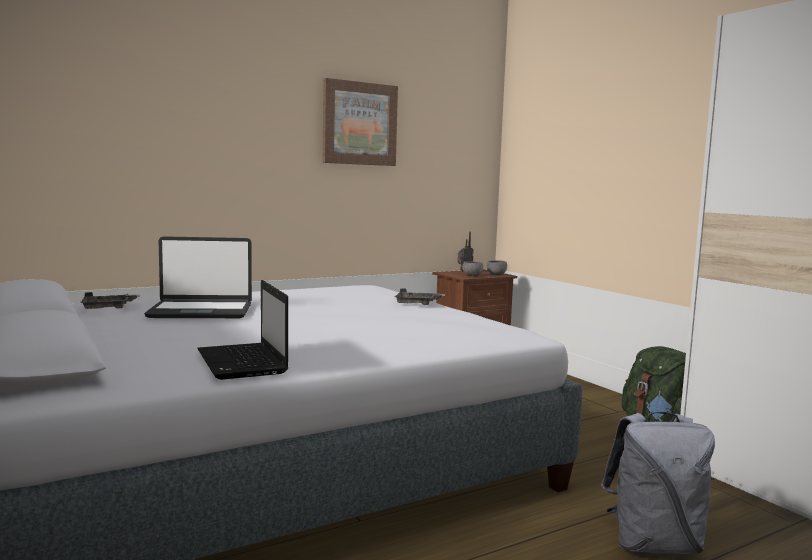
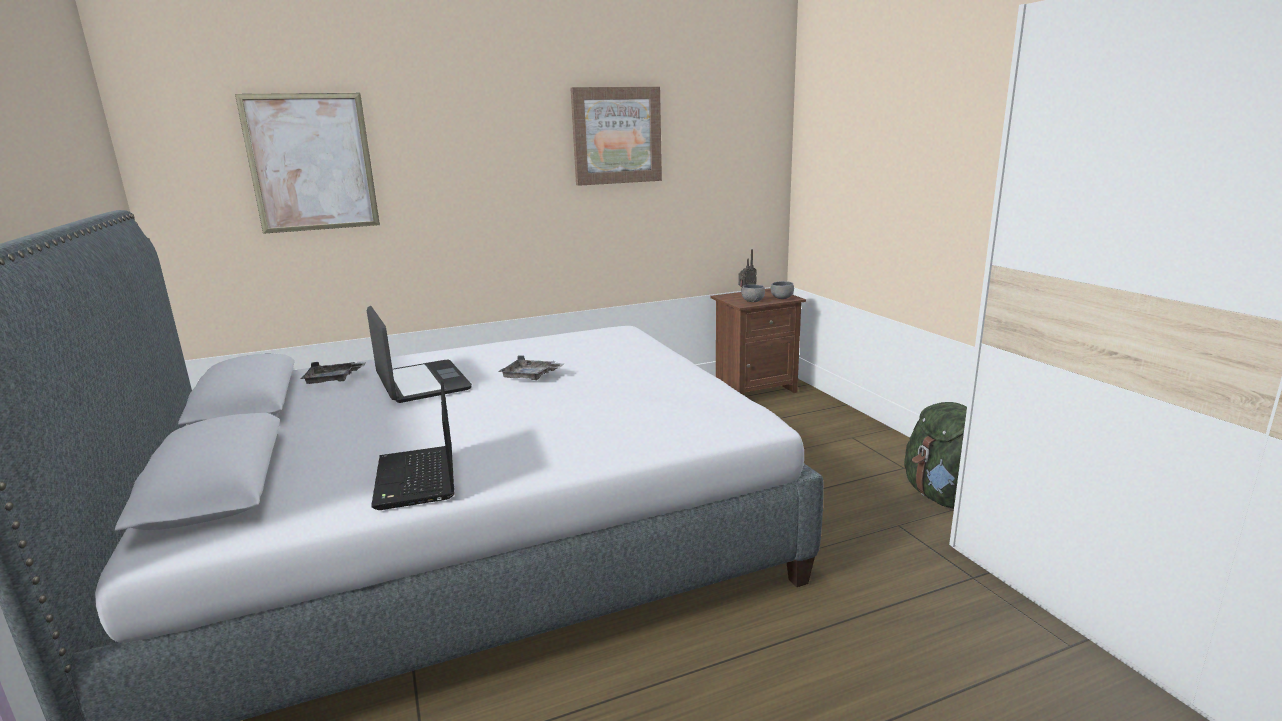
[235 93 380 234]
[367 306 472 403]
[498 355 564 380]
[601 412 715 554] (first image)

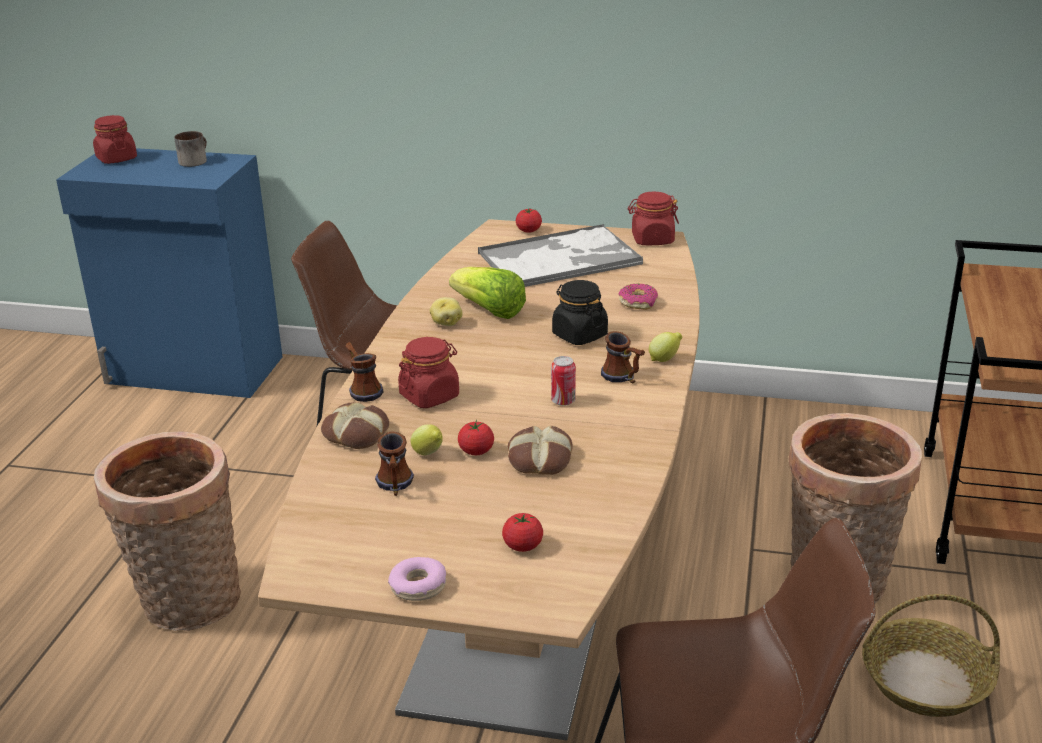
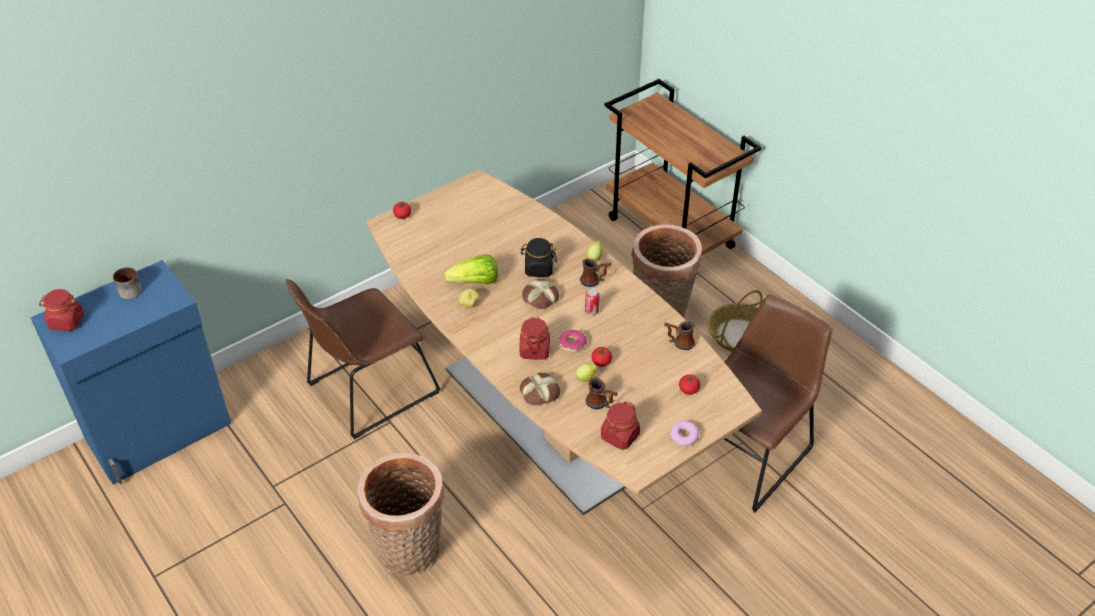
[522 279 559 309]
[559 330 587 352]
[601 401 640 450]
[664 321 695 350]
[478 224 643 287] (first image)

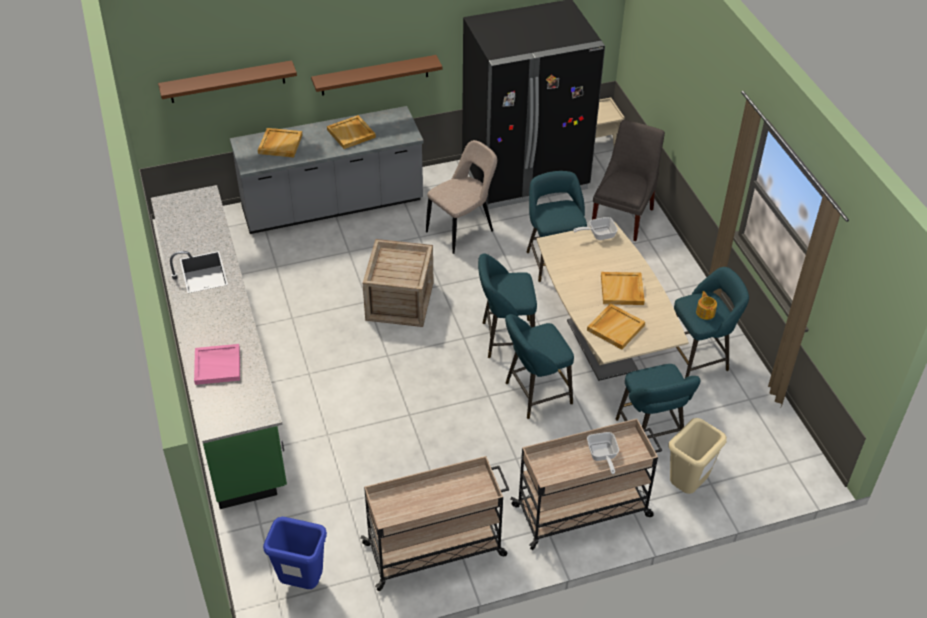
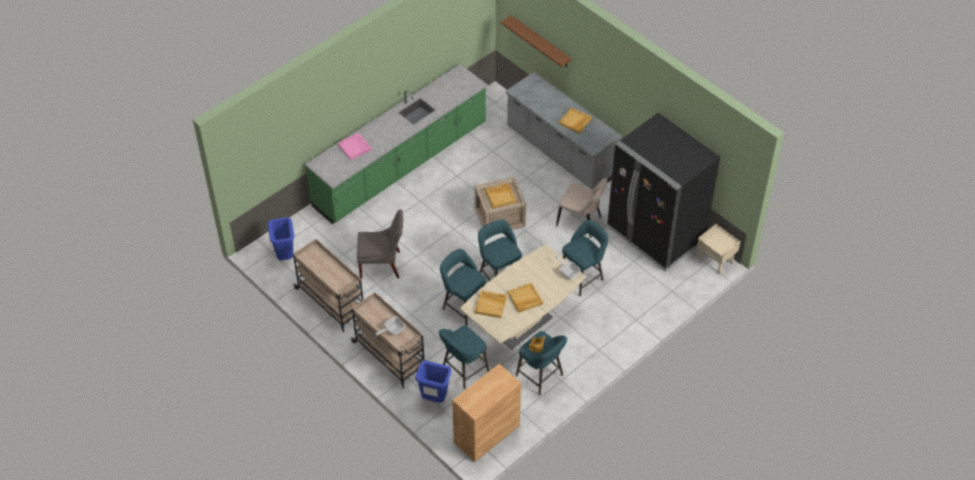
[357 209 403 279]
[415 360 451 403]
[452 364 521 462]
[485 183 516 208]
[311 55 442 96] (first image)

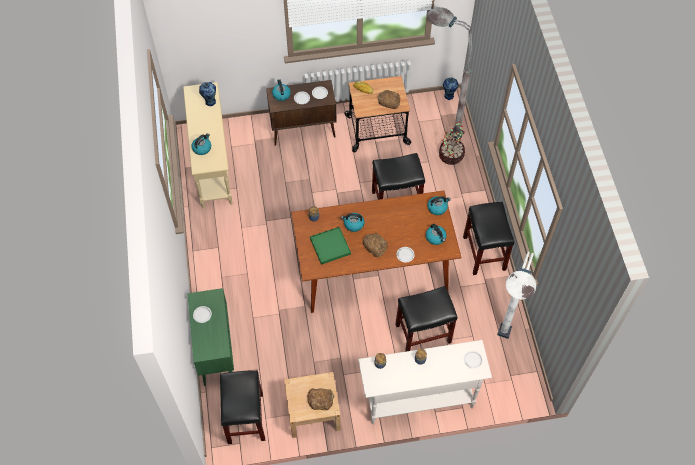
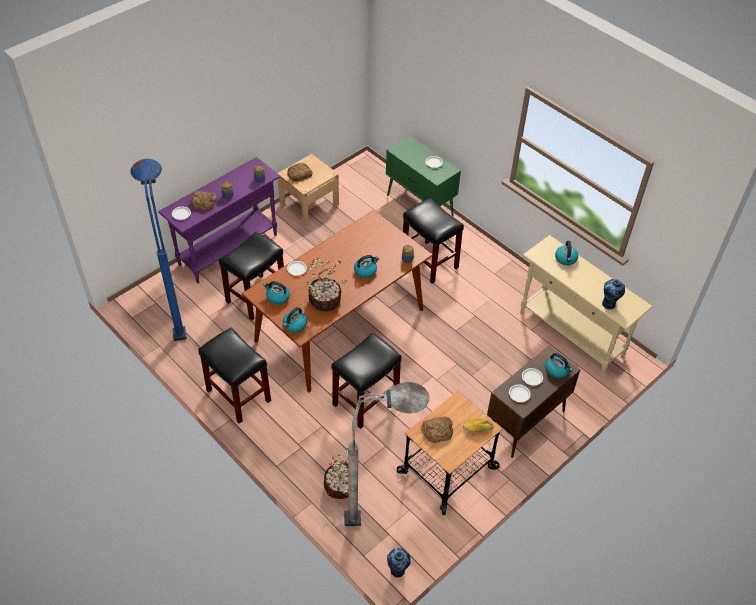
[131 159 187 341]
[158 157 281 283]
[190 191 217 211]
[307 257 348 312]
[403 198 464 284]
[310 227 351 265] (first image)

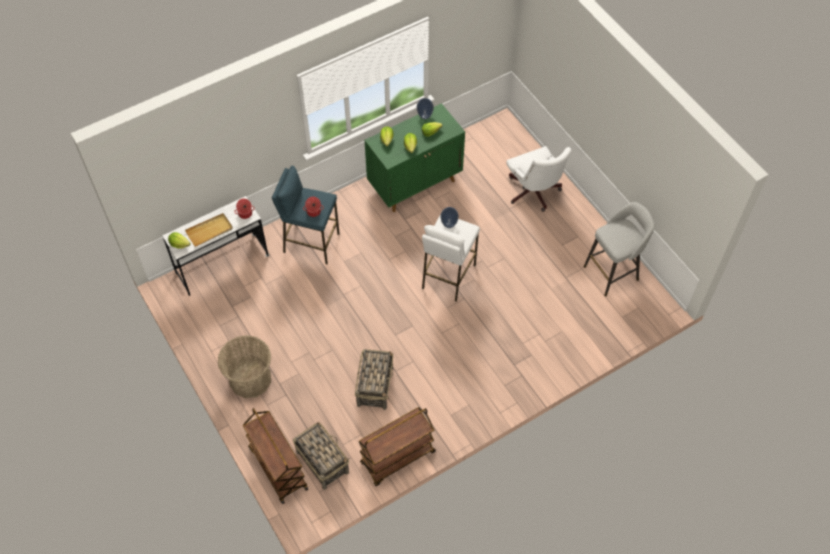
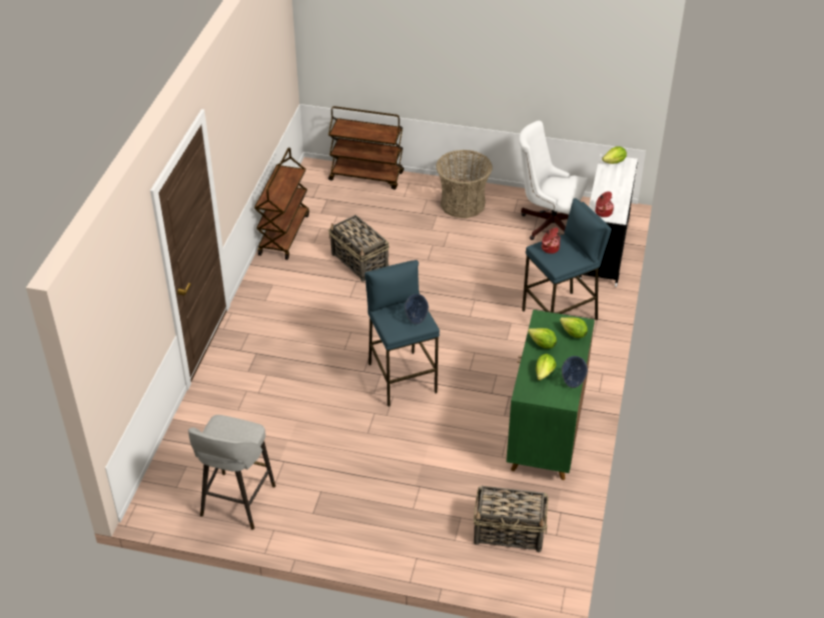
[365 260 440 407]
[473 486 548 552]
[519 120 588 240]
[185 213 233 247] (first image)

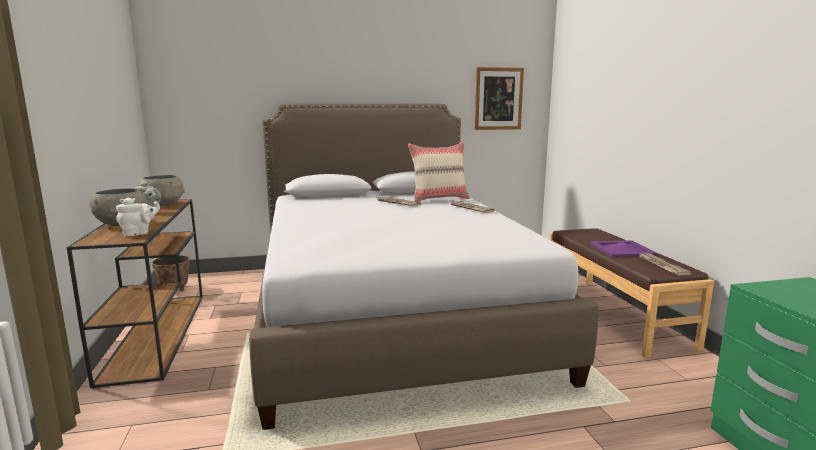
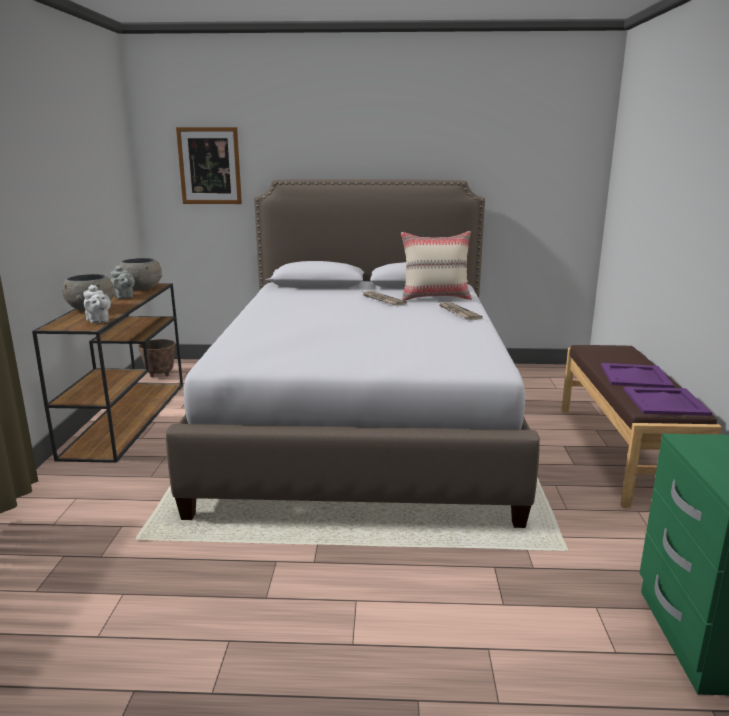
[83 285 111 323]
[176 127 242 204]
[623 387 712 416]

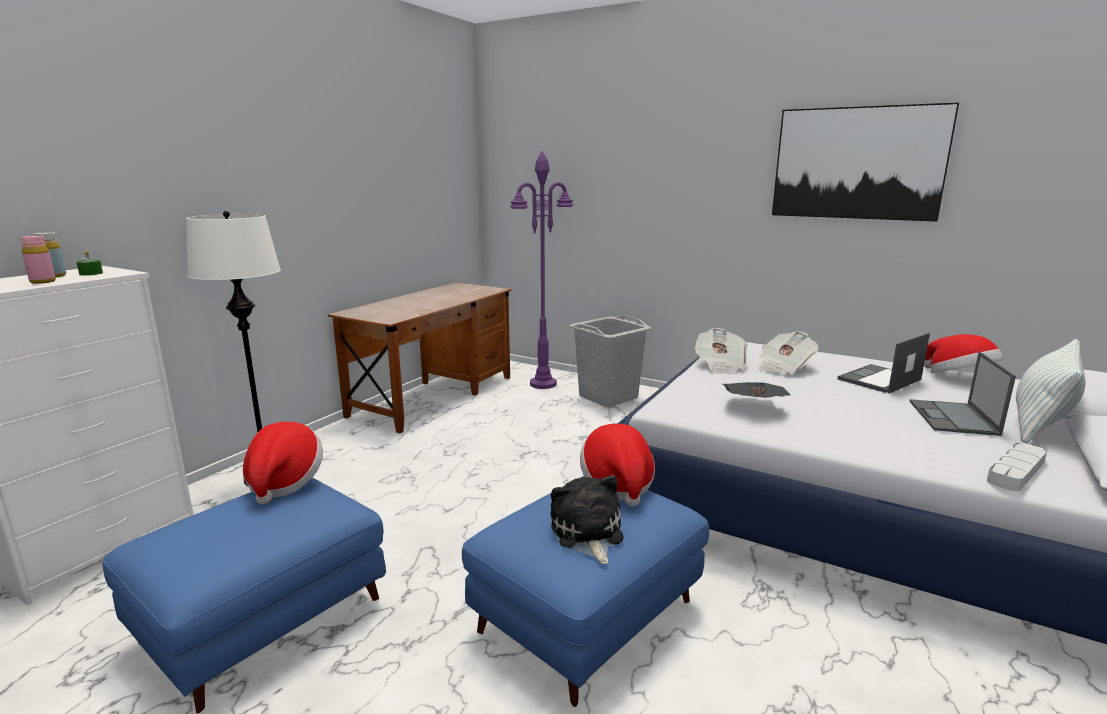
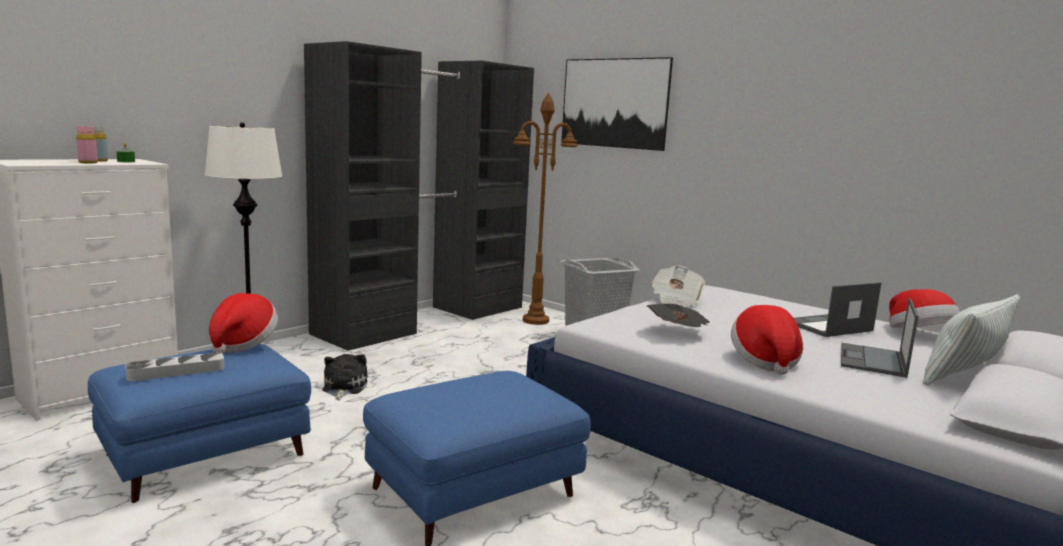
[126 353 224 381]
[304 41 534 351]
[322 354 367 400]
[513 92 578 325]
[561 57 673 151]
[731 305 803 375]
[758 331 818 374] (first image)

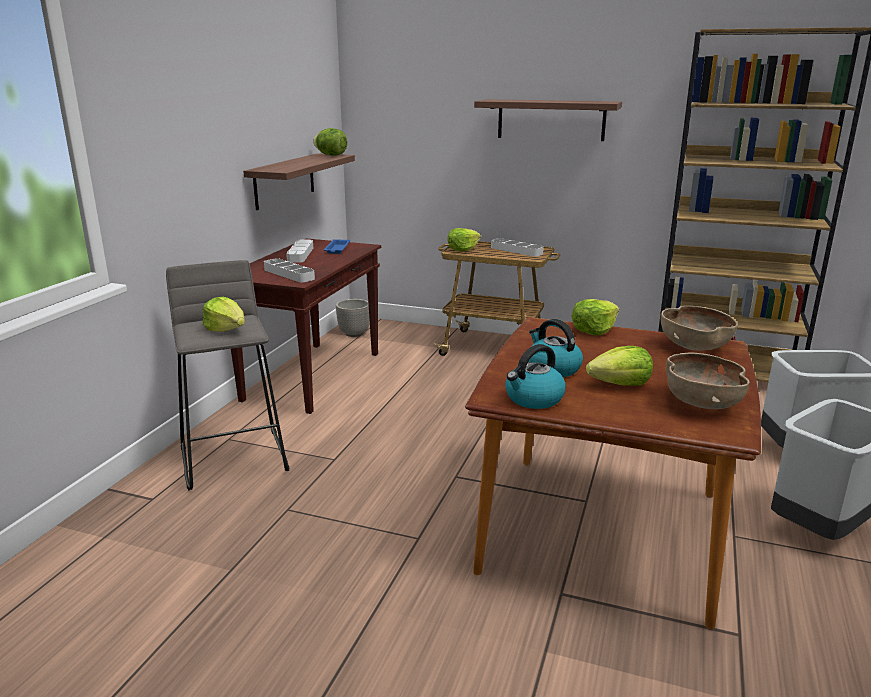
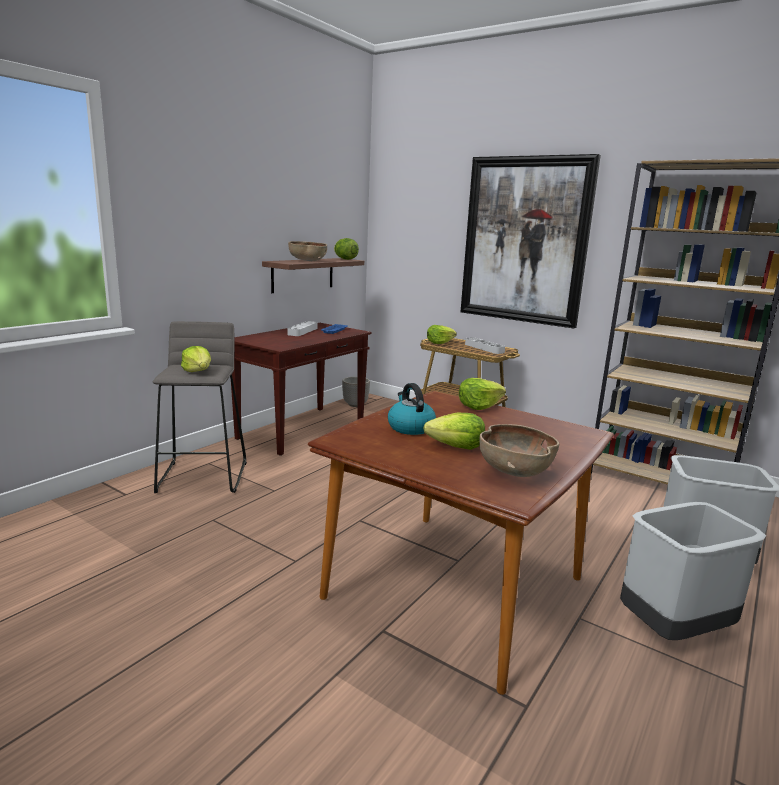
[288 241 327 261]
[461 154 601 328]
[264 258 315 282] (first image)
[505 344 566 409] (first image)

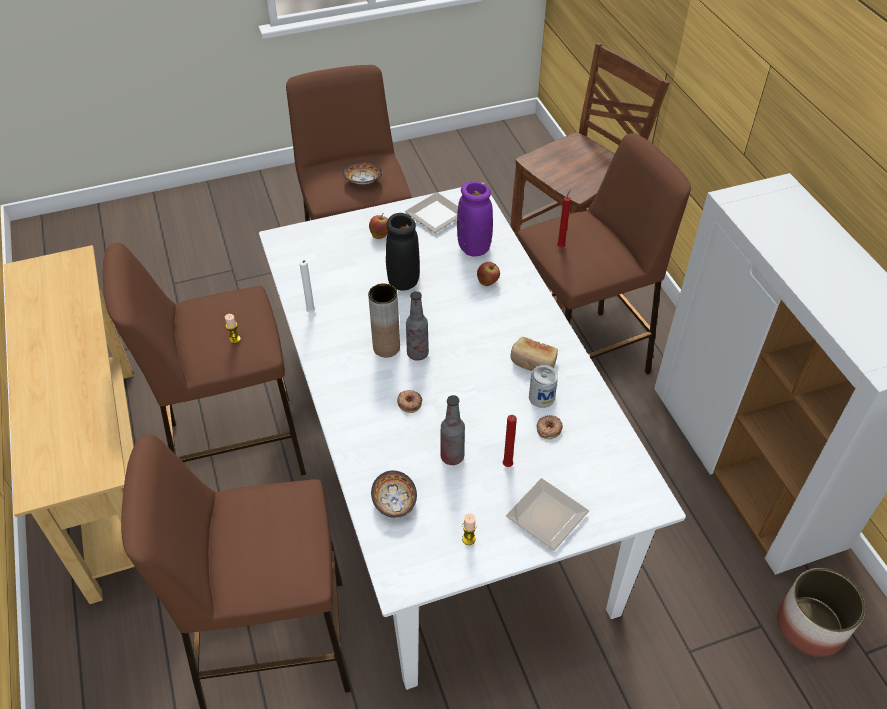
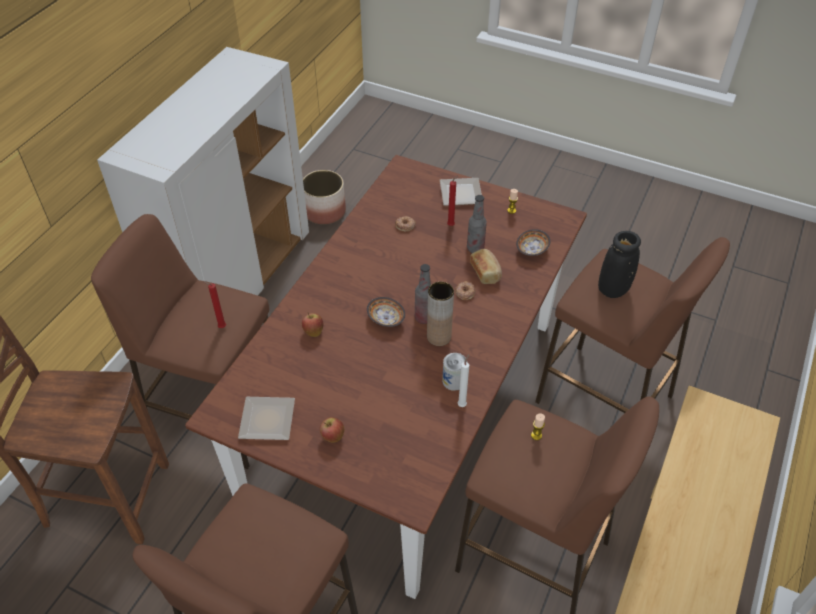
[185 155 587 599]
[367 297 405 327]
[442 353 467 391]
[470 249 502 284]
[598 231 641 298]
[457 181 493 257] (first image)

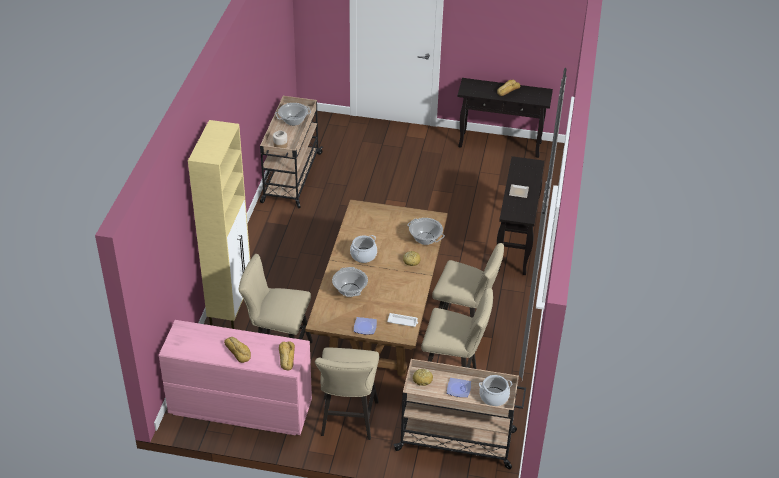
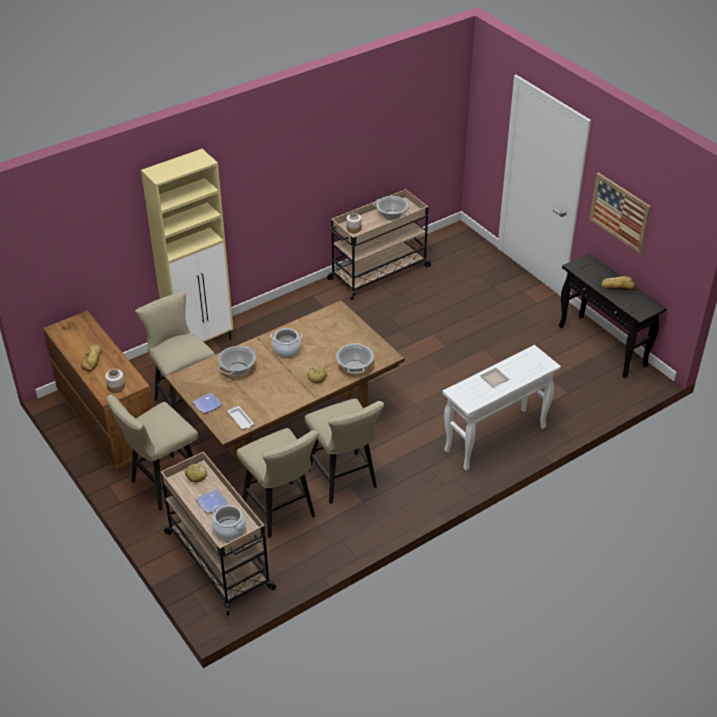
[43 310 153 469]
[105 369 125 393]
[442 345 561 471]
[589 172 651 254]

